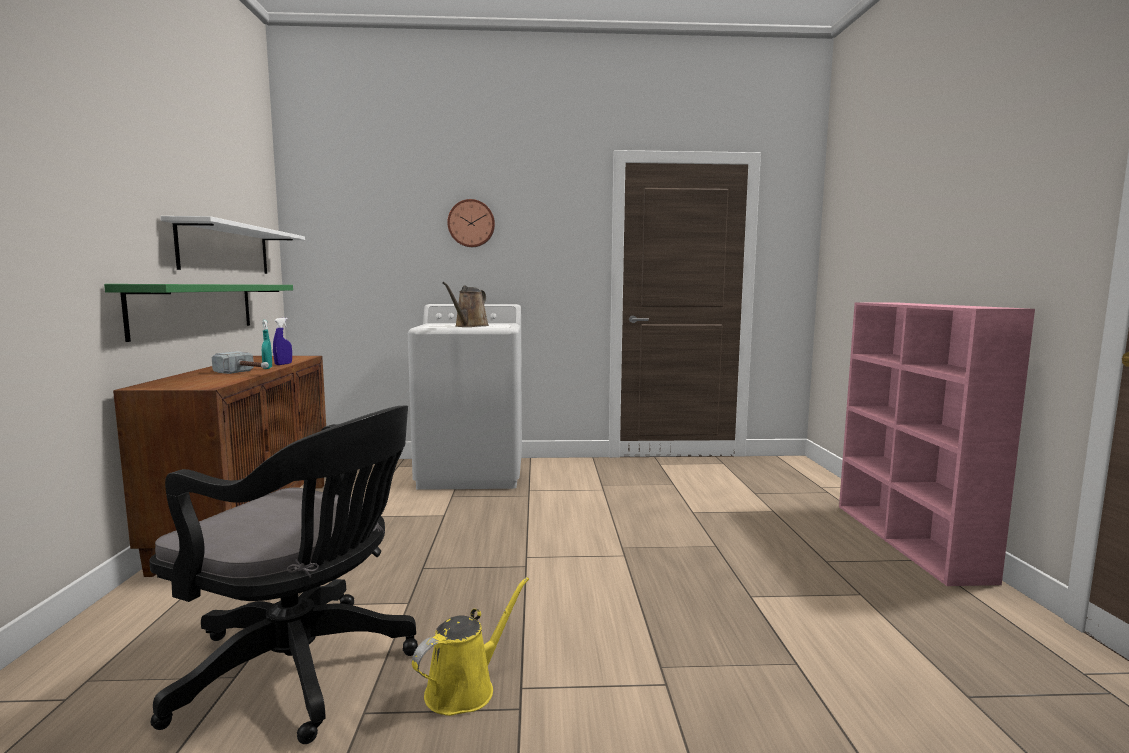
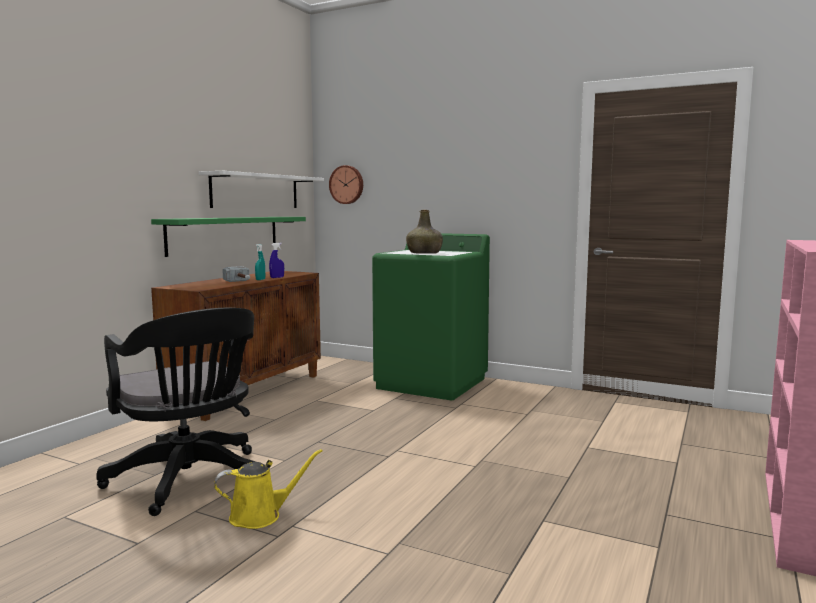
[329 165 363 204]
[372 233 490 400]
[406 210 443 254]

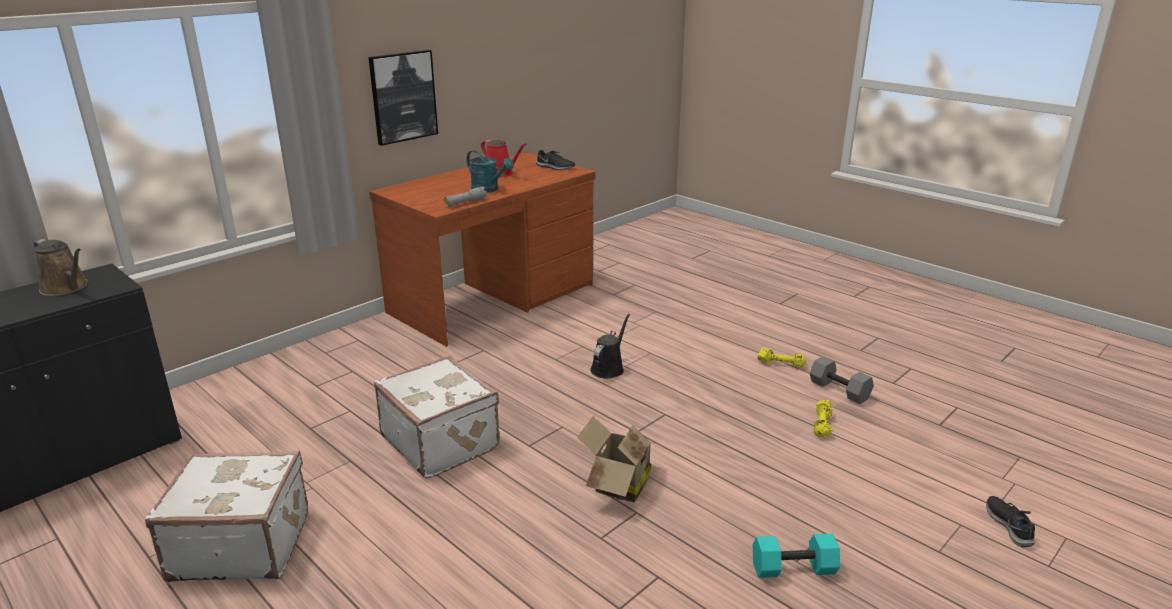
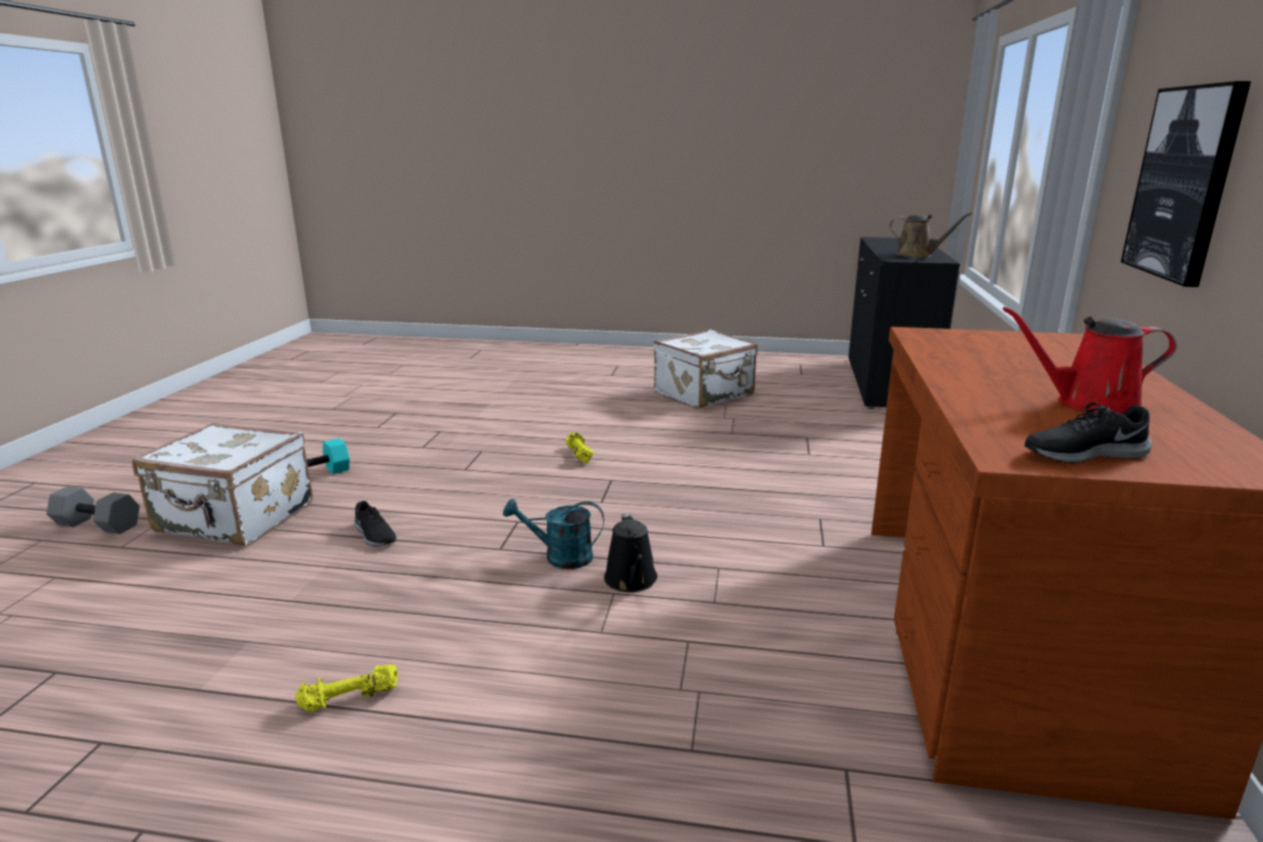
[46 486 140 534]
[132 422 313 546]
[354 501 397 546]
[503 498 604 569]
[566 433 594 463]
[889 212 972 258]
[444 187 487 207] (first image)
[577 416 656 502] (first image)

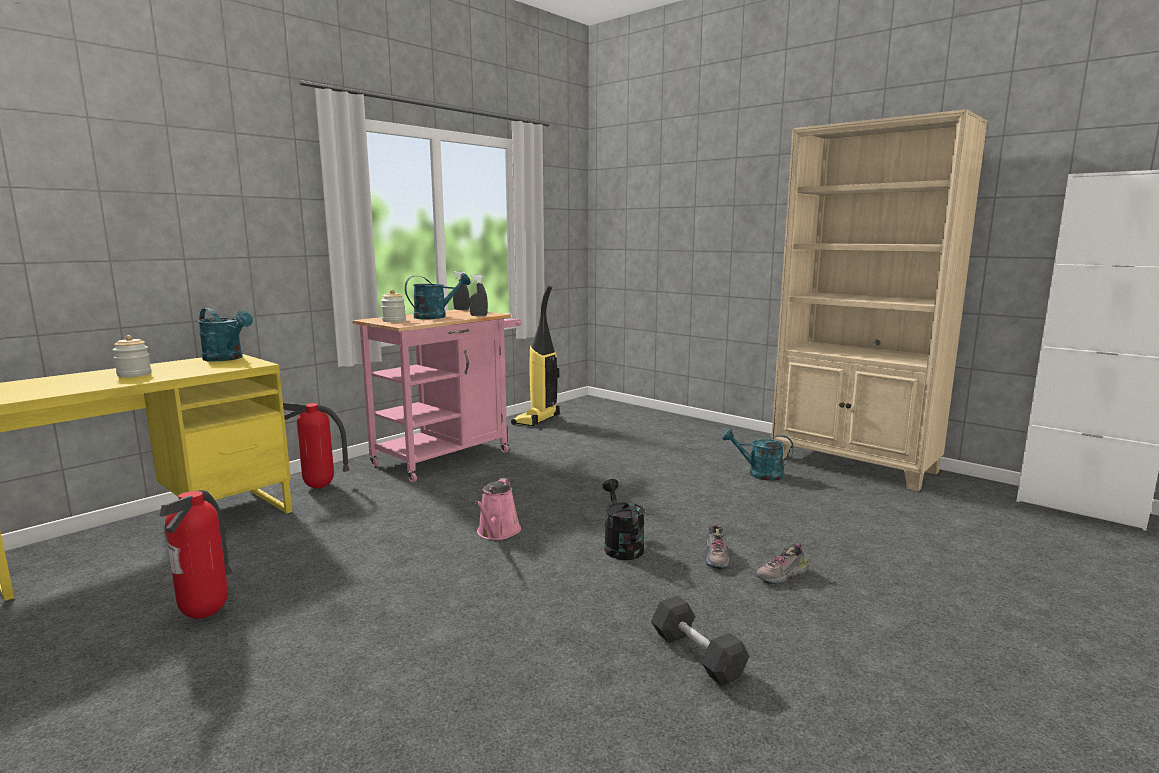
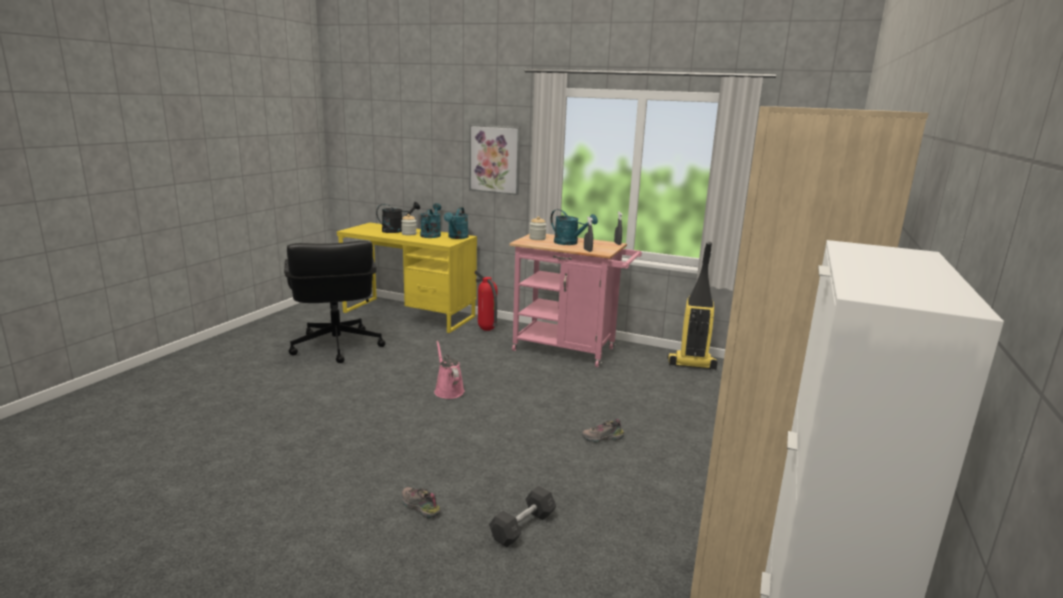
[284 241 386 363]
[376 202 420 233]
[420 203 441 238]
[434 341 465 399]
[469 124 521 195]
[489 486 556 547]
[582 419 624 442]

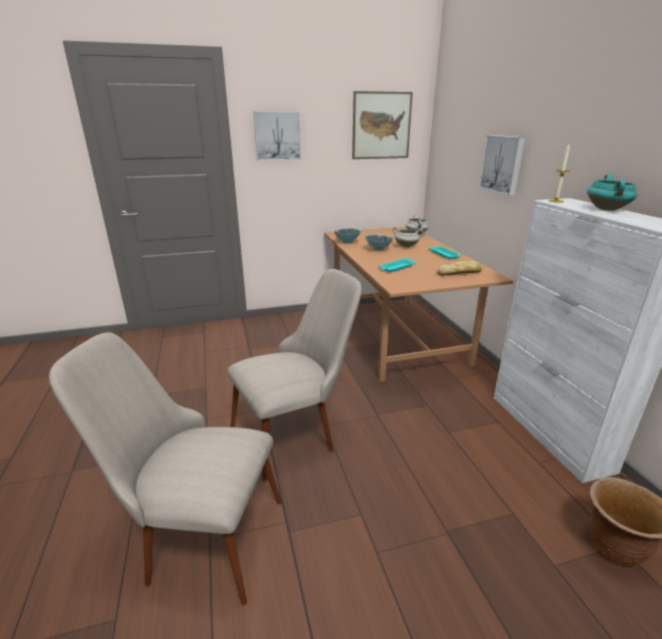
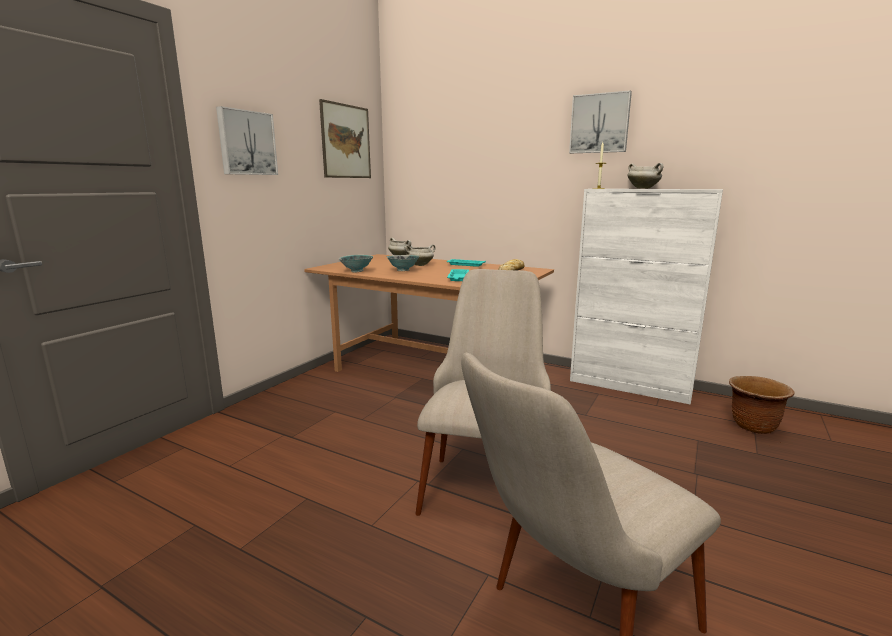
[569 90 632 153]
[627 163 663 189]

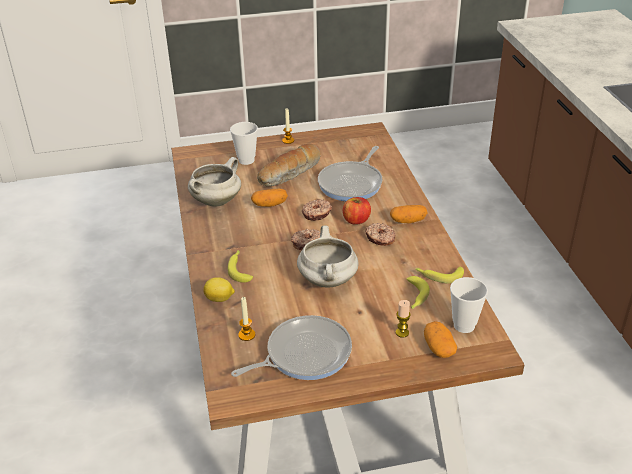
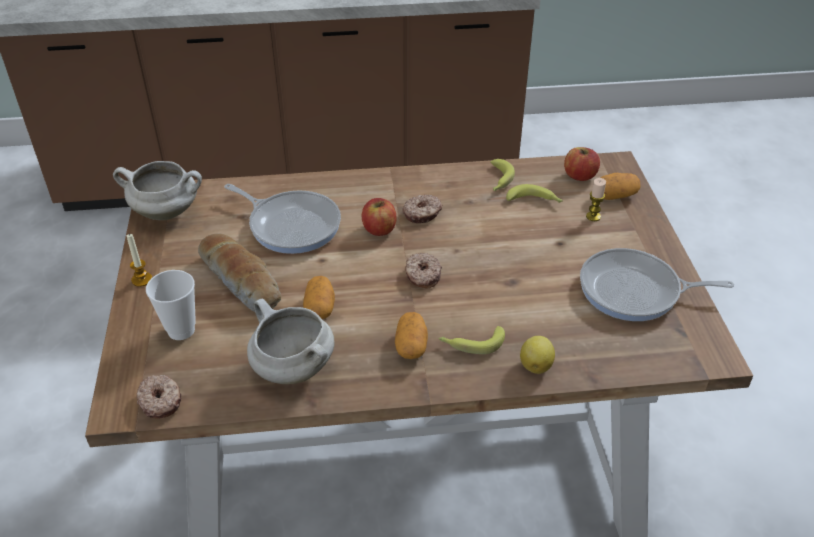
[113 161 202 220]
[137 375 181 419]
[395 312 428 359]
[564 147 600 181]
[580 248 734 321]
[238 297 255 341] (first image)

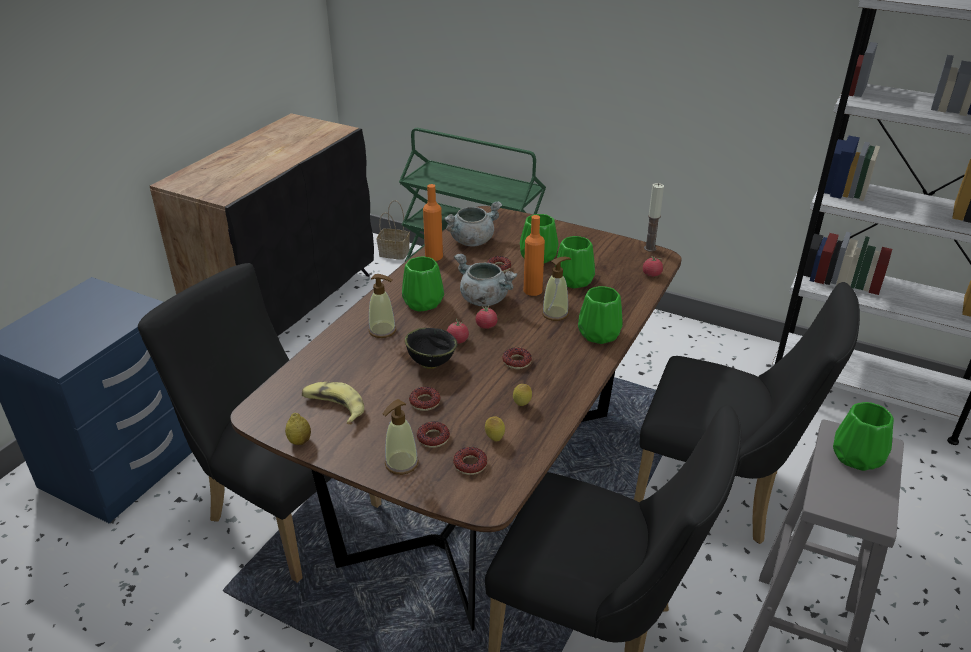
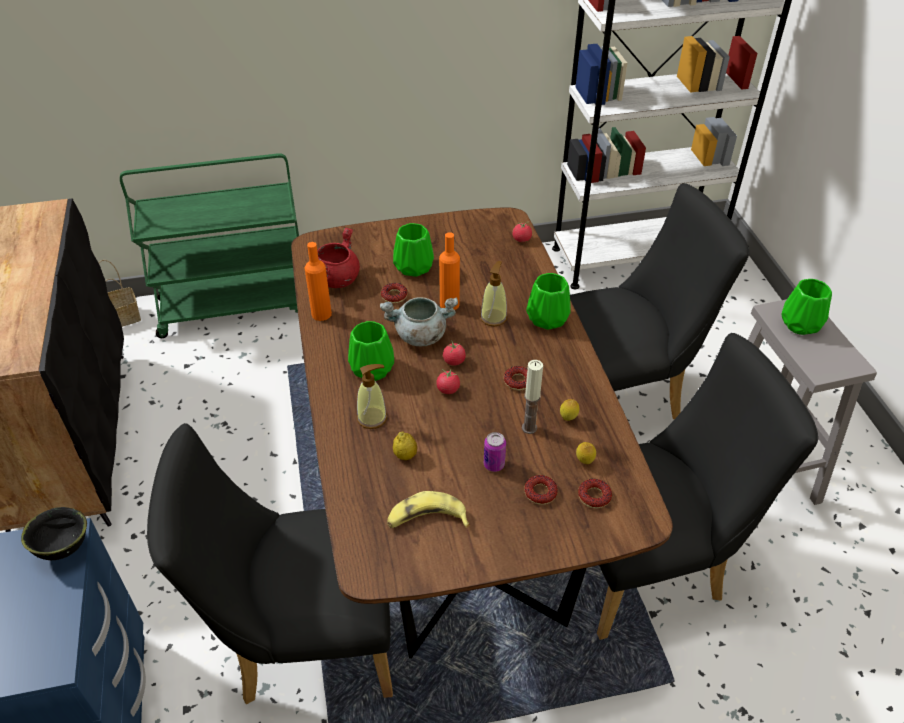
[21 507 87 560]
[317 227 360 288]
[393 431 417 460]
[484 432 506 472]
[522 360 543 434]
[383 399 419 475] (first image)
[555 236 595 288] (first image)

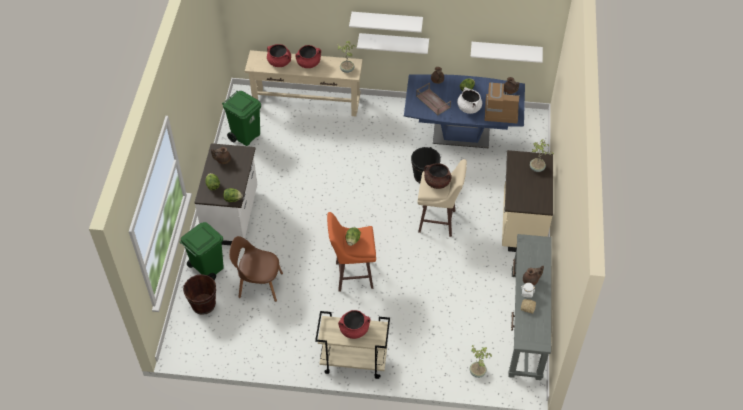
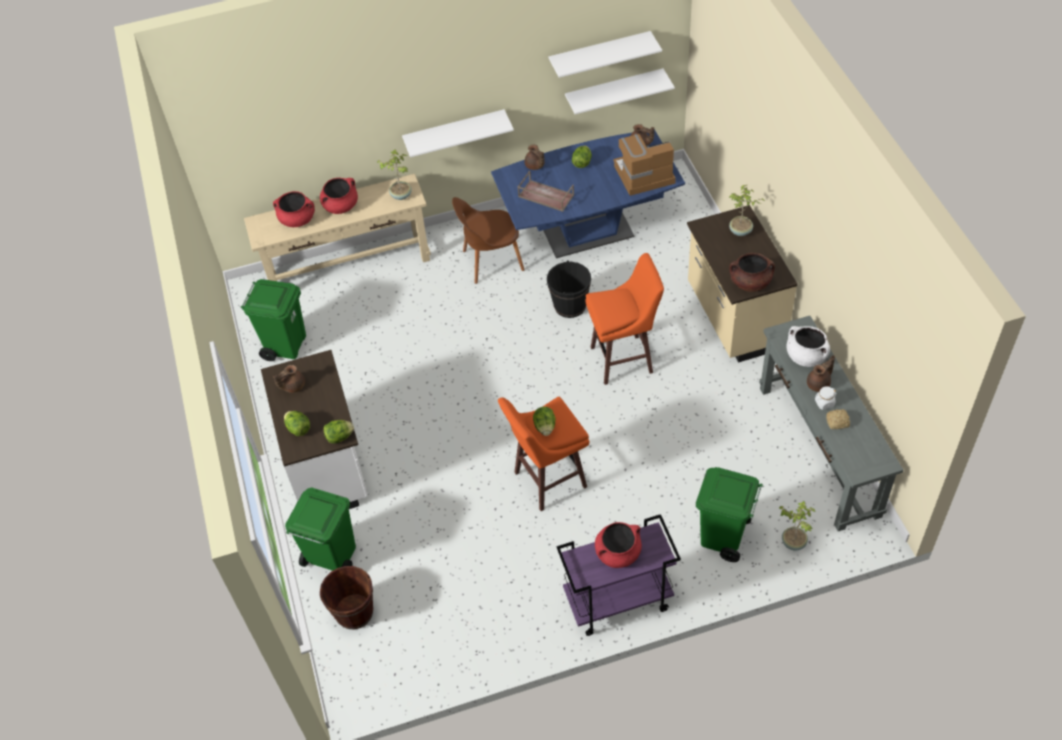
[452 197 525 284]
[549 31 662 78]
[557 514 681 636]
[585 253 664 385]
[696 467 763 562]
[729 253 775 292]
[786 326 830 367]

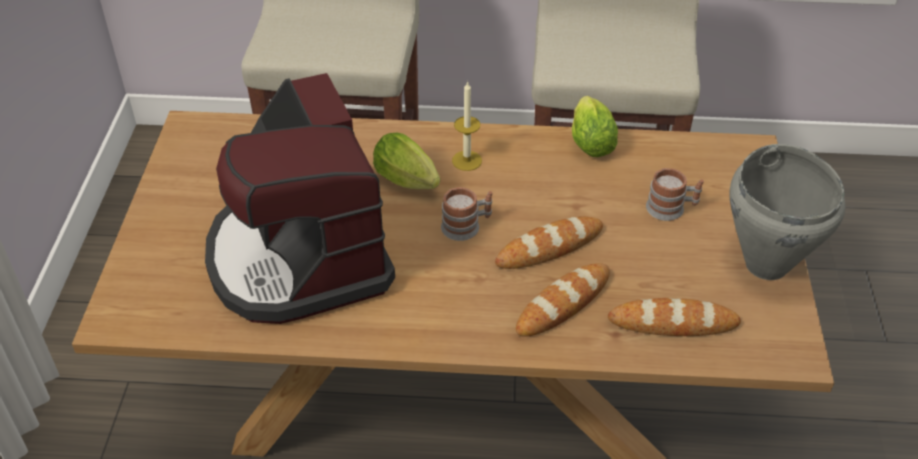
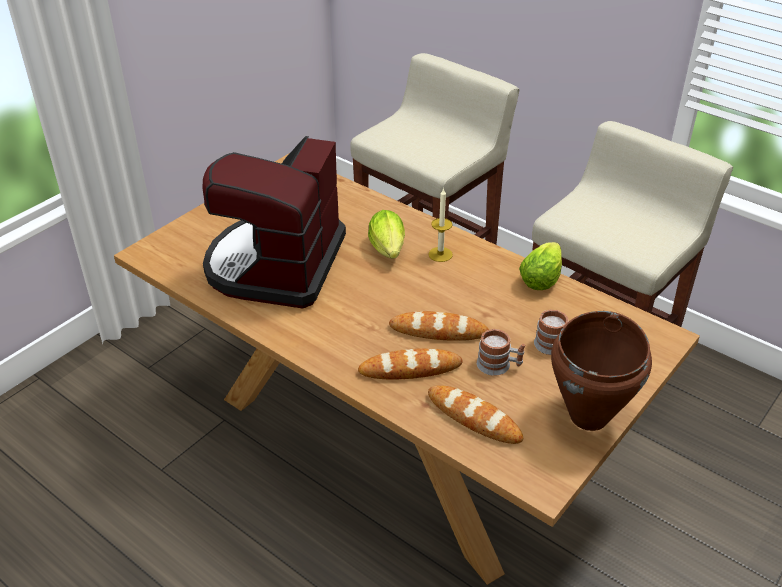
[477 329 525 376]
[551 311 652 431]

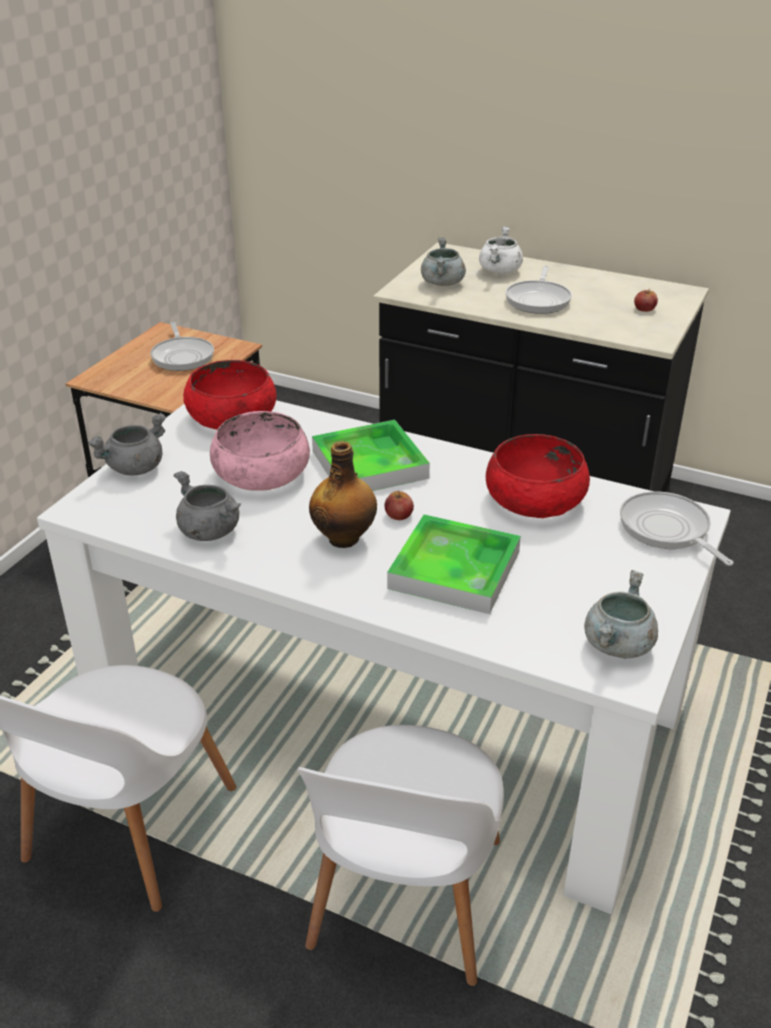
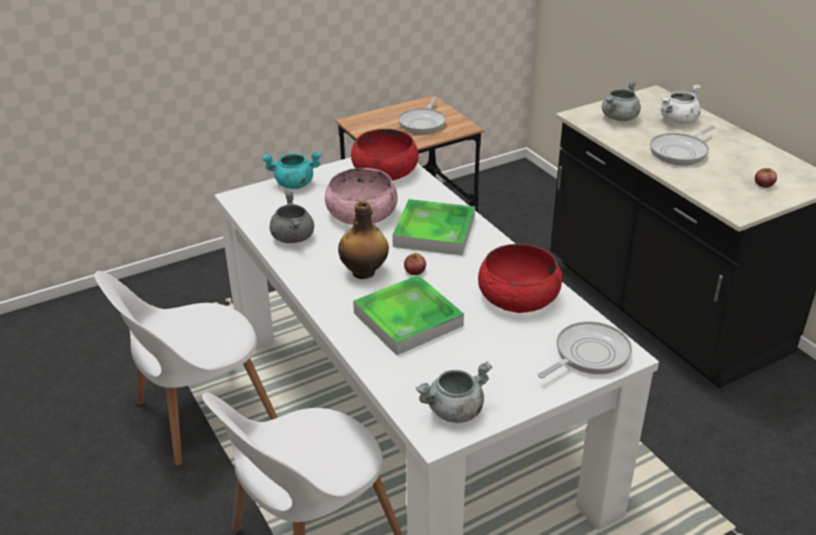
[262 152 321 189]
[538 321 632 378]

